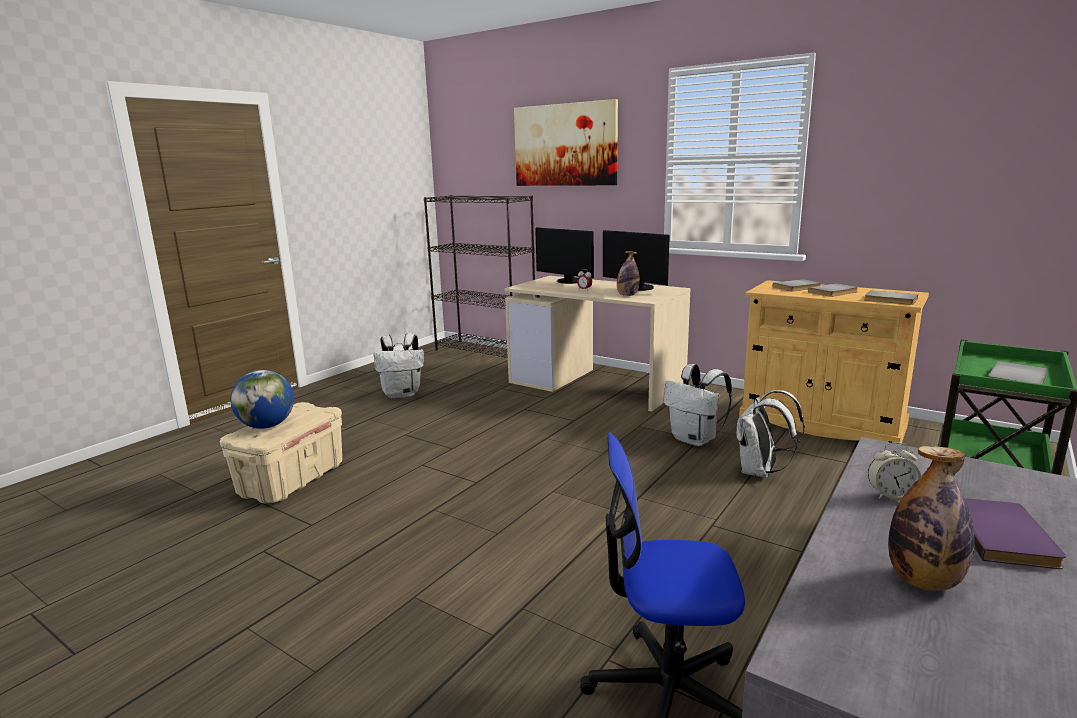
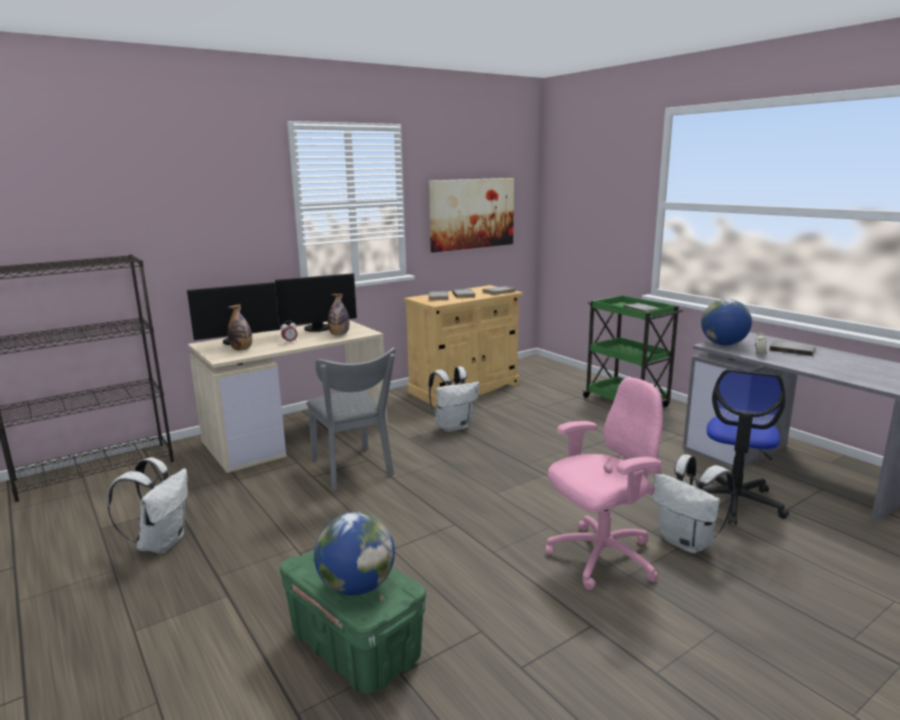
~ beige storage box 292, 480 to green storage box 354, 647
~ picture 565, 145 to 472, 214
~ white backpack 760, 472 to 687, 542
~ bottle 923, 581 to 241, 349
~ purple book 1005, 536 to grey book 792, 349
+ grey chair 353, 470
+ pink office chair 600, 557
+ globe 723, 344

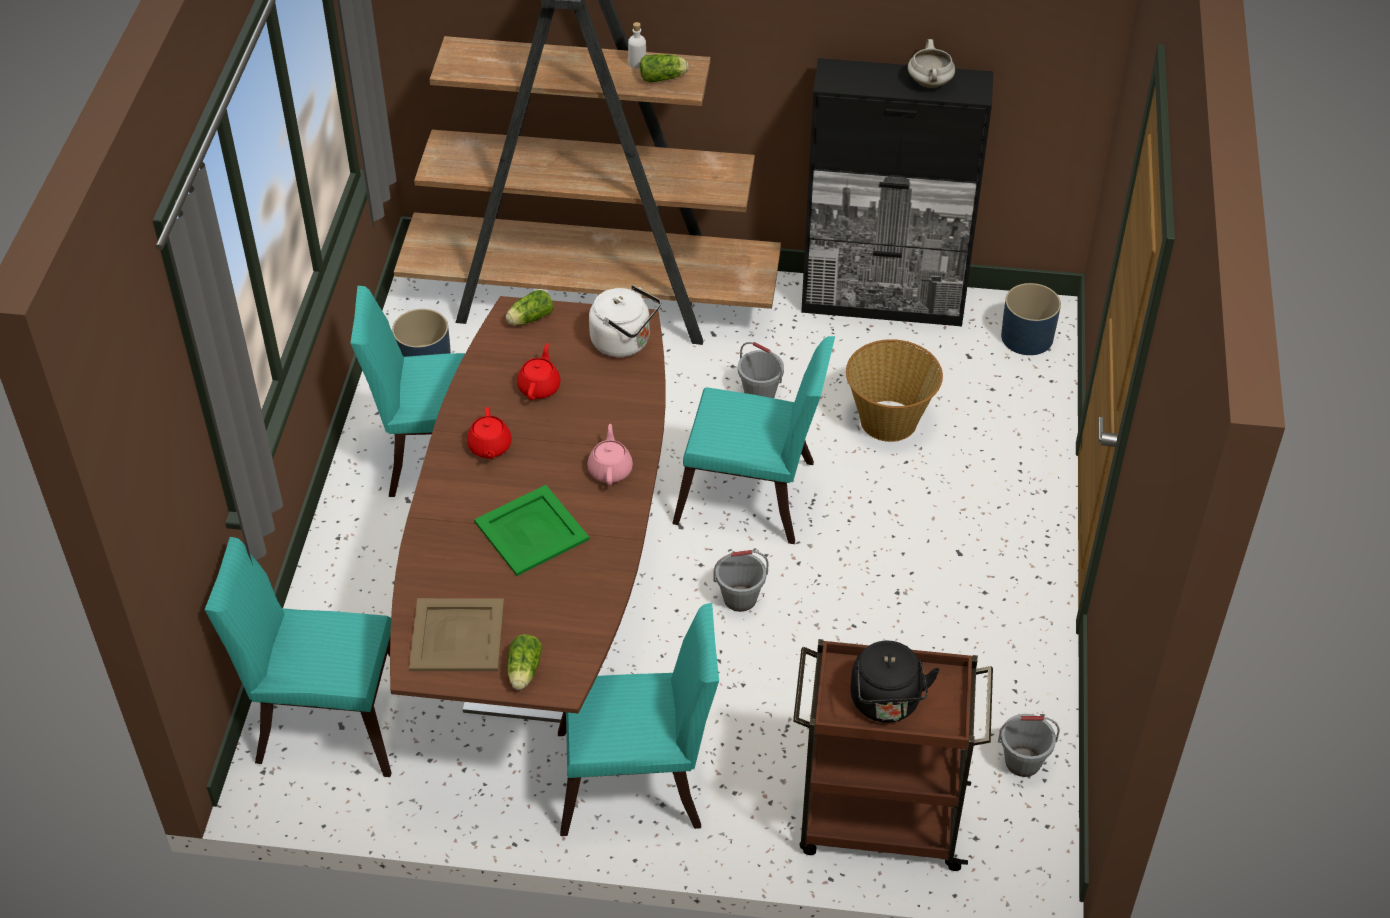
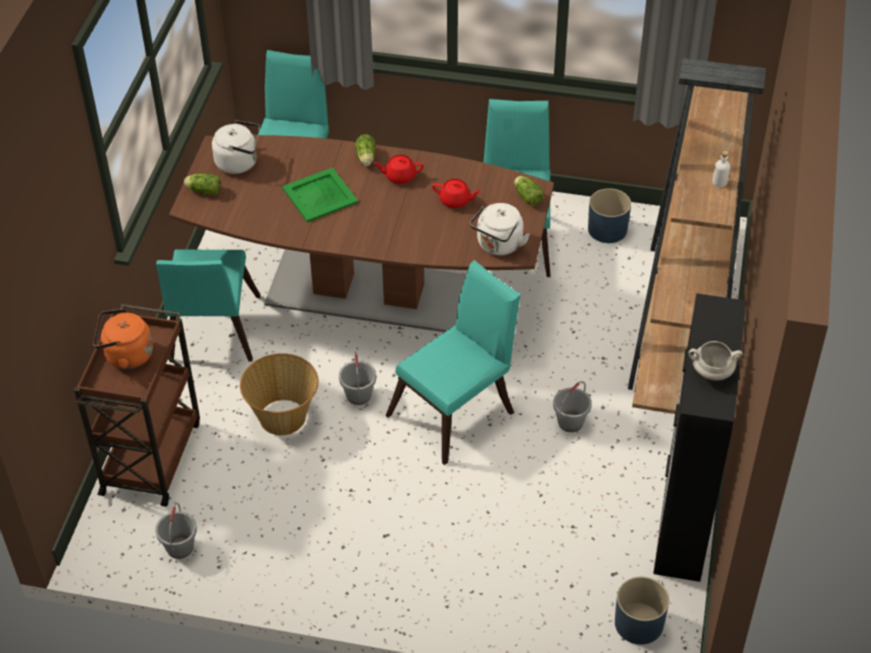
~ beige tray 458, 635 to white kettle 239, 162
- pink teapot 610, 470
~ lettuce 664, 78 to 366, 158
~ turquoise chair 754, 497 = 457, 410 150 degrees counterclockwise
~ basket 889, 420 to 283, 417
~ black kettle 886, 704 to orange kettle 126, 355

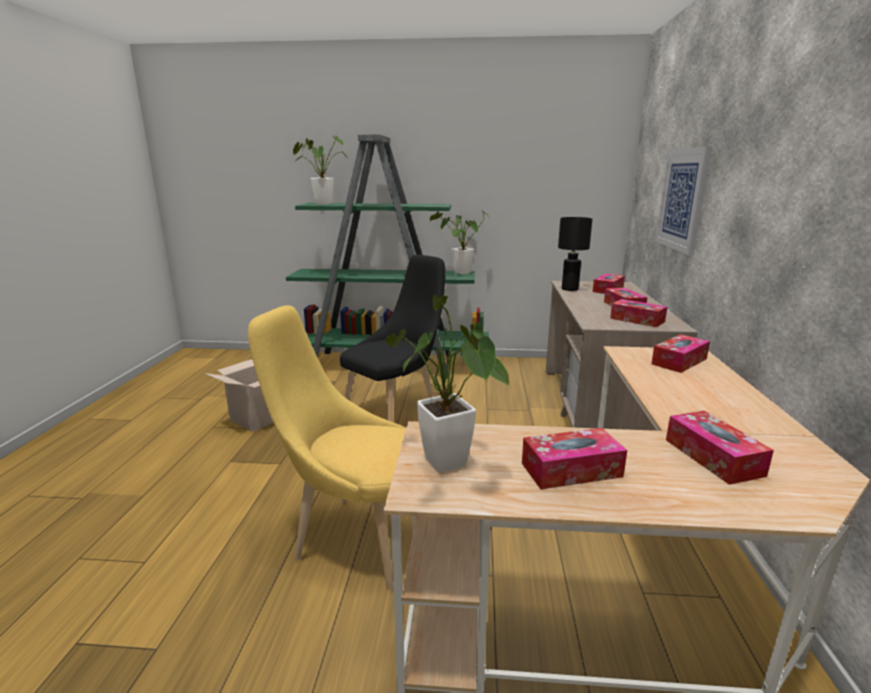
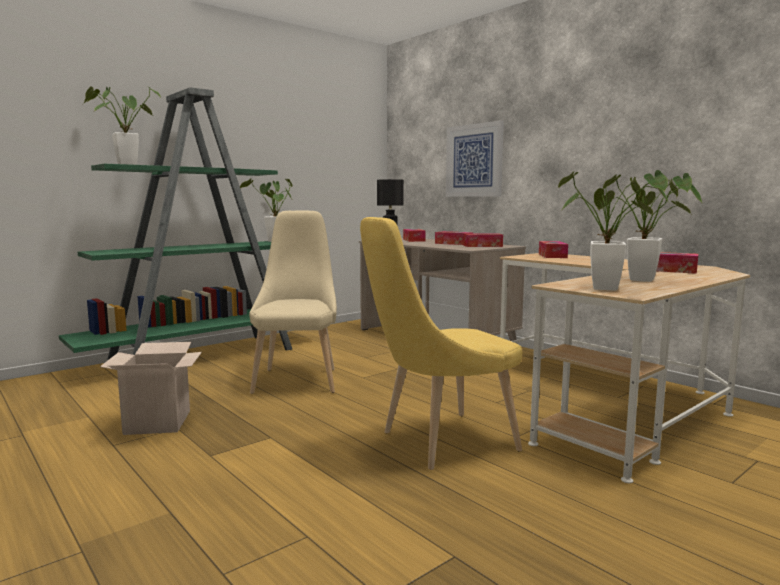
~ black chair 396, 413 to beige chair 298, 378
~ tissue box 571, 470 to potted plant 649, 280

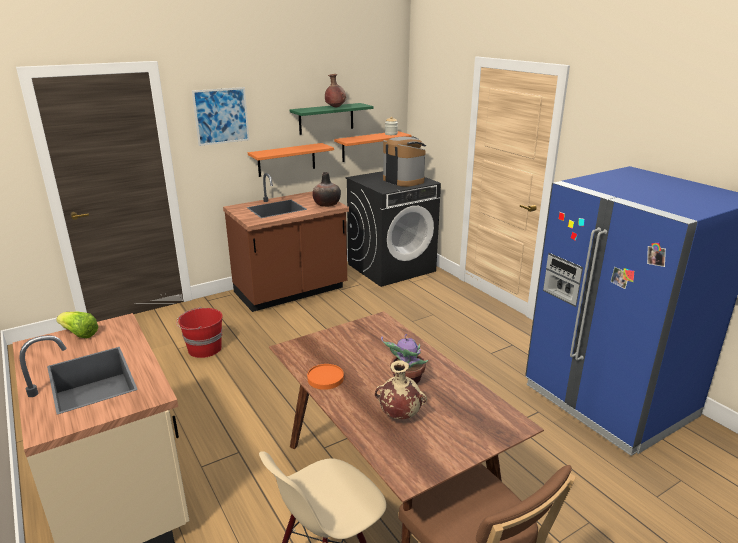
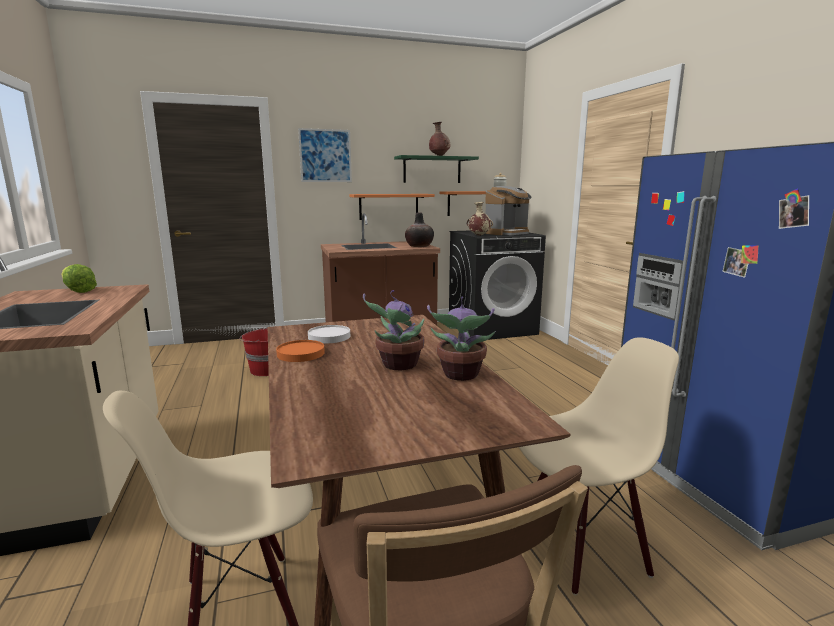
~ beige vase 399, 414 to 479, 235
~ coffee machine 403, 180 = 507, 233 75 degrees clockwise
+ white plate 329, 336
+ potted plant 460, 375
+ beige chair 580, 546

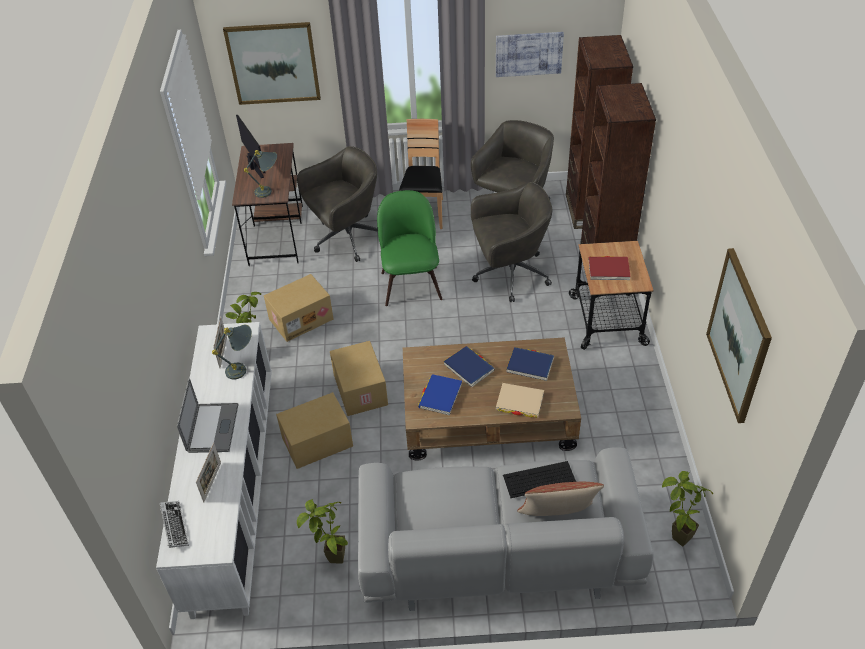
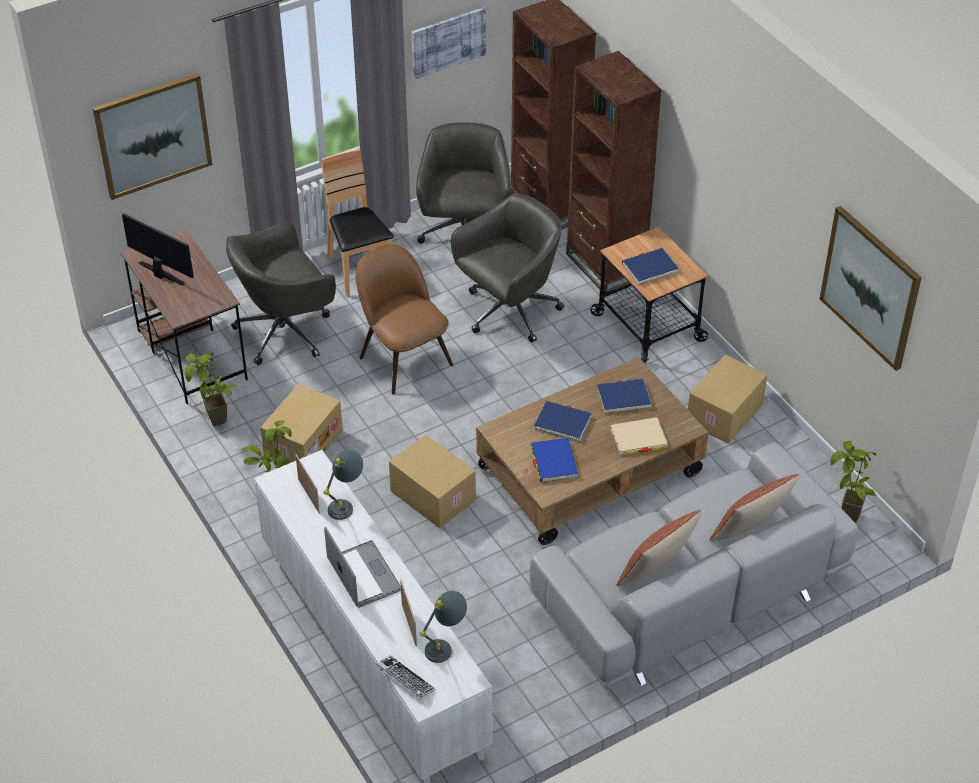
~ grey table lamp 269, 191 to 446, 646
~ cardboard box 317, 443 to 725, 414
~ grey office chair 347, 239 = 286, 331 150 degrees counterclockwise
~ potted plant 334, 563 to 217, 426
~ green chair 411, 283 to brown chair 404, 359
- keyboard 539, 480
~ red book 608, 270 to blue book 650, 268
+ pillow 656, 572

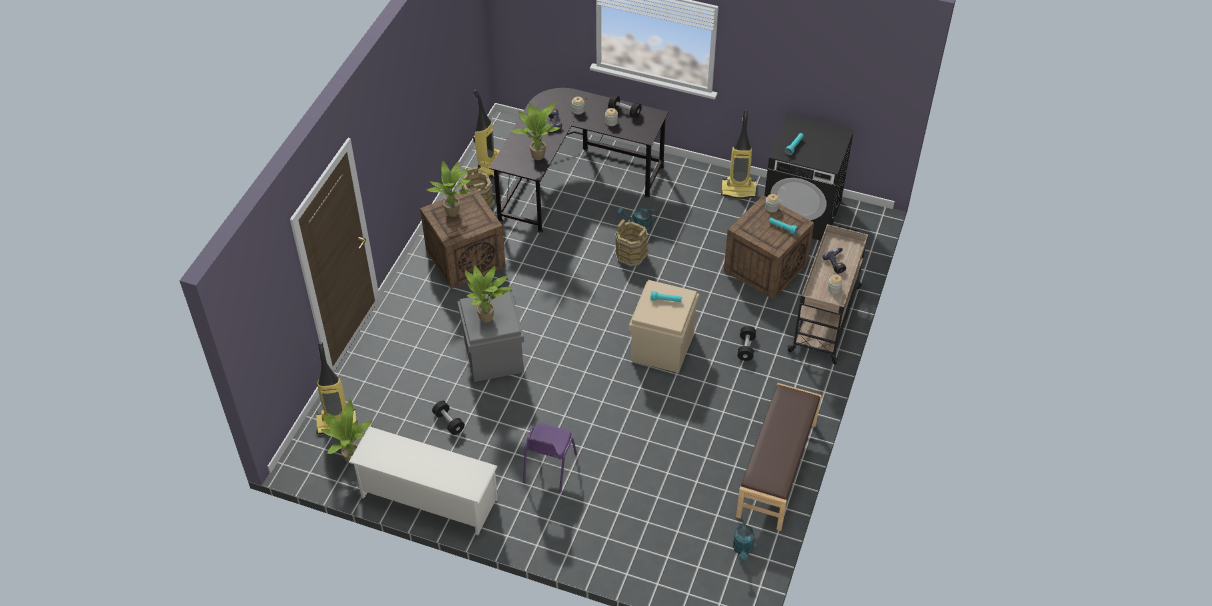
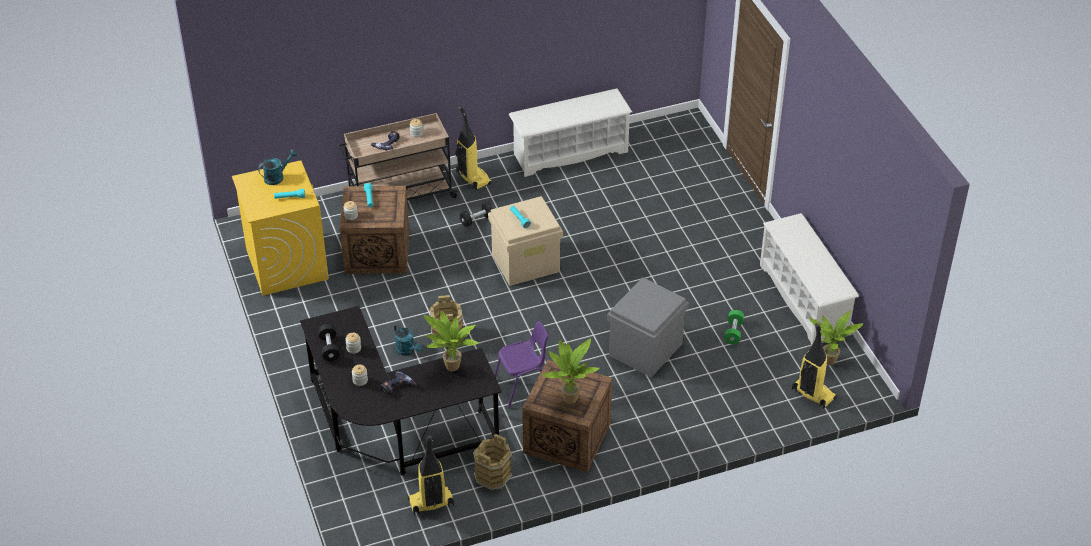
~ black dumbbell 449, 422 to green dumbbell 733, 332
- potted plant 488, 318
~ purple chair 548, 469 to 523, 387
~ vacuum cleaner 739, 189 to 473, 178
~ turquoise watering can 743, 549 to 277, 177
~ brown bench 777, 470 to white shoe rack 570, 153
~ black washing machine 802, 212 to yellow washing machine 286, 263

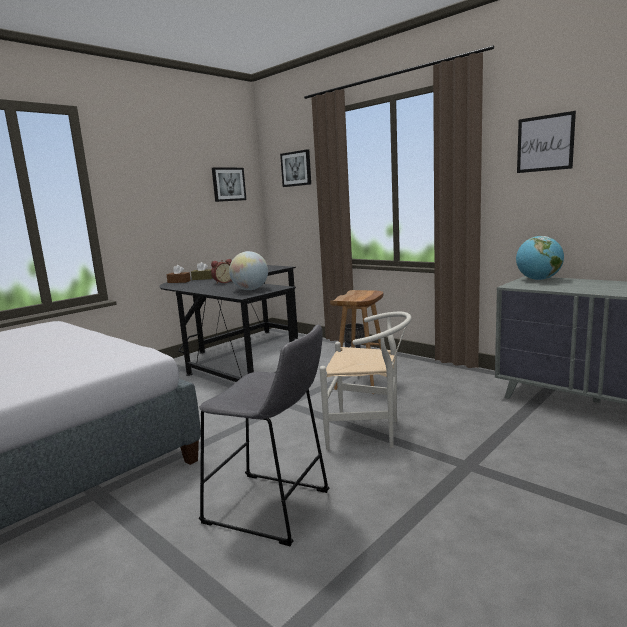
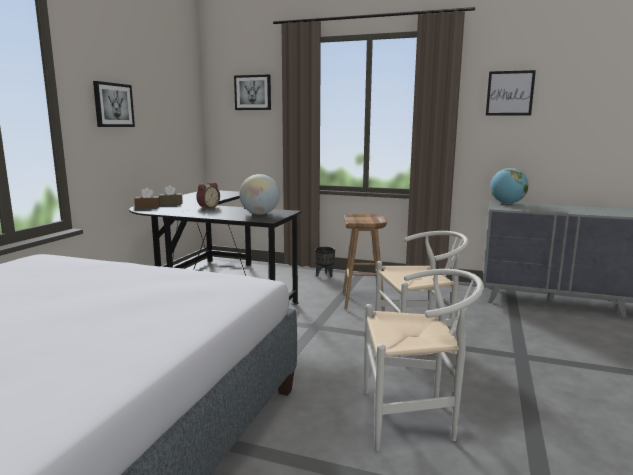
~ grey stool 273, 509 to white chair 415, 418
~ picture 228, 184 to 113, 105

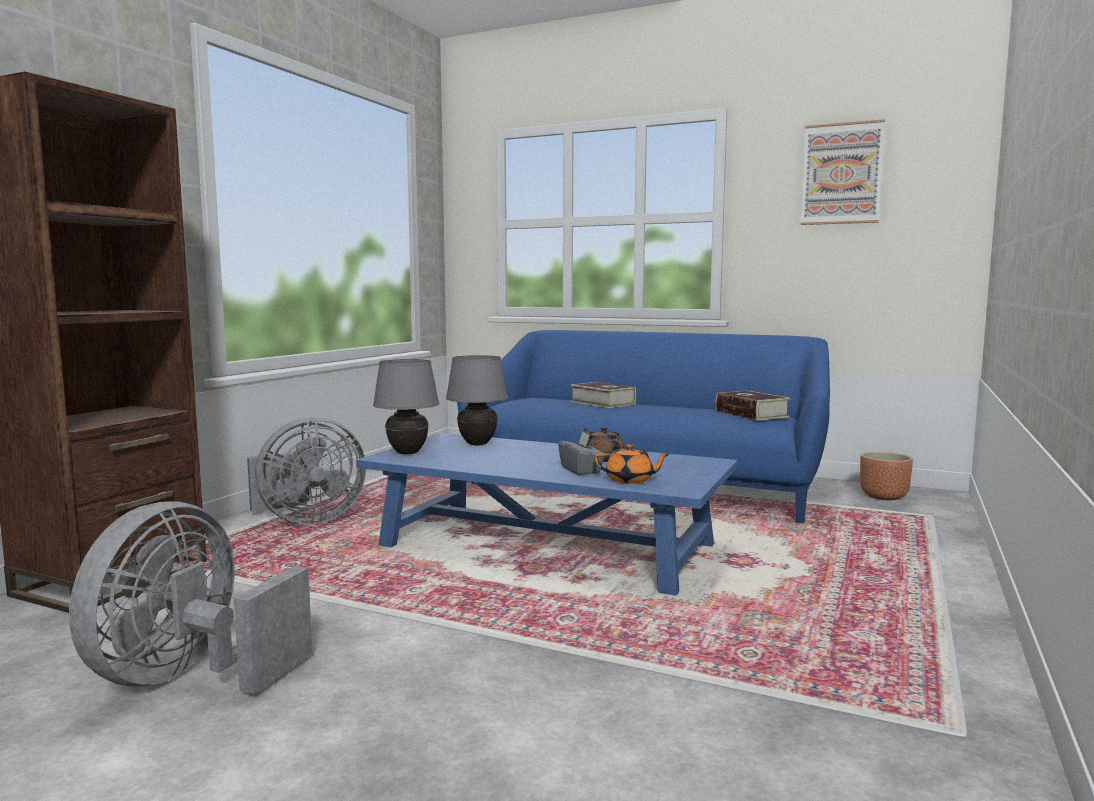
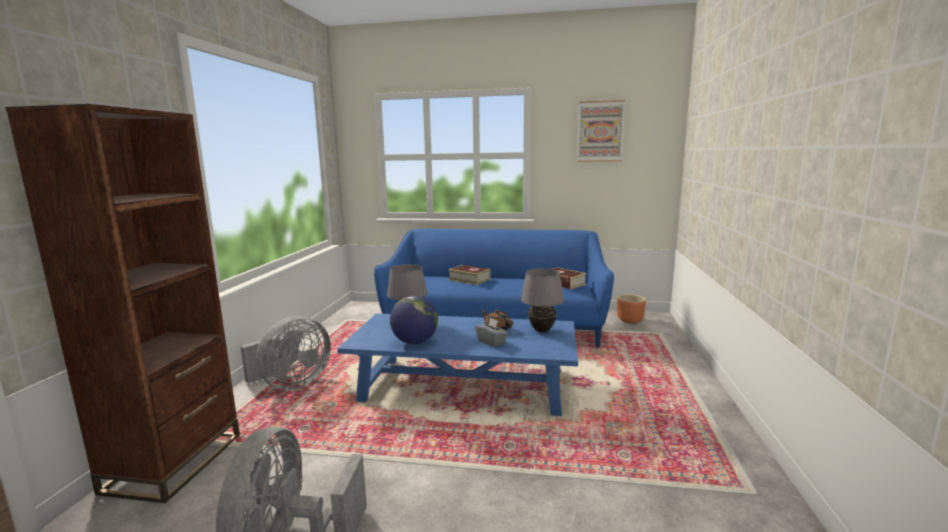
~ grey table lamp 408, 453 to 542, 330
- orange teapot 630, 480
+ globe 415, 342

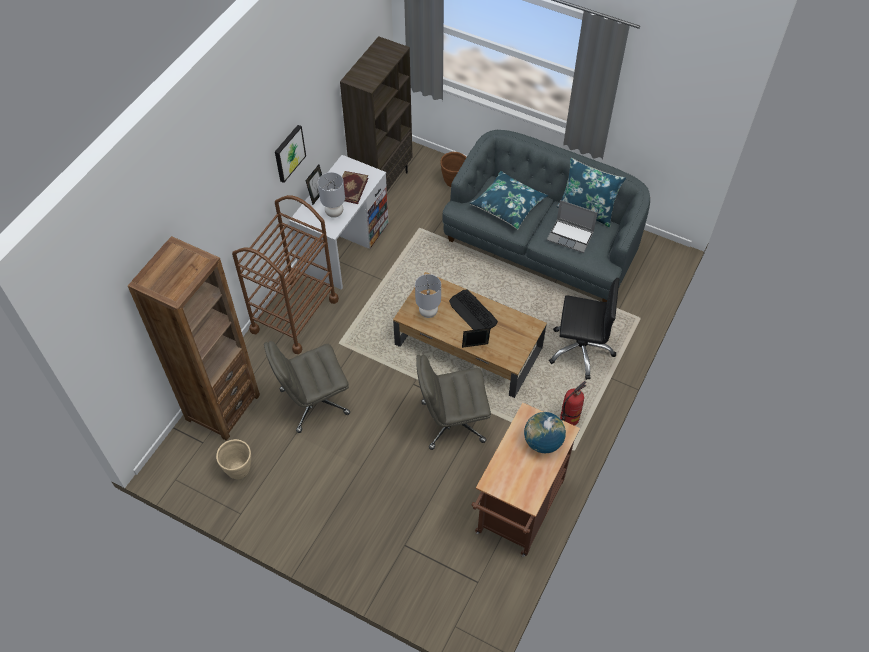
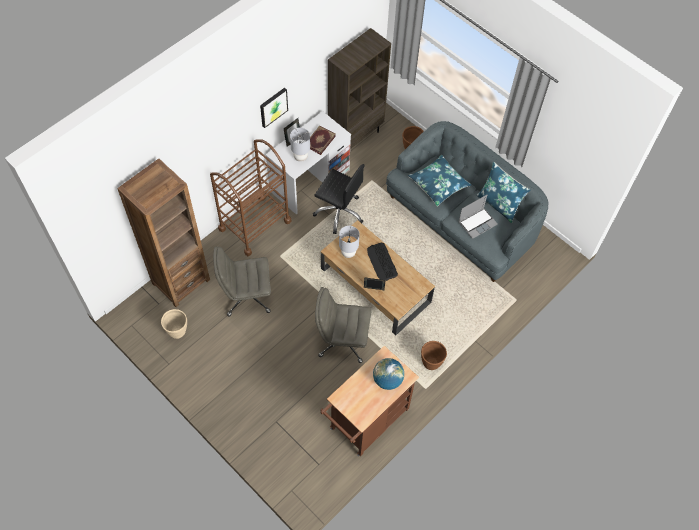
~ laptop 571, 236 = 477, 223 75 degrees counterclockwise
~ black office chair 580, 350 to 339, 212
~ fire extinguisher 569, 418 to brown planter 431, 363

